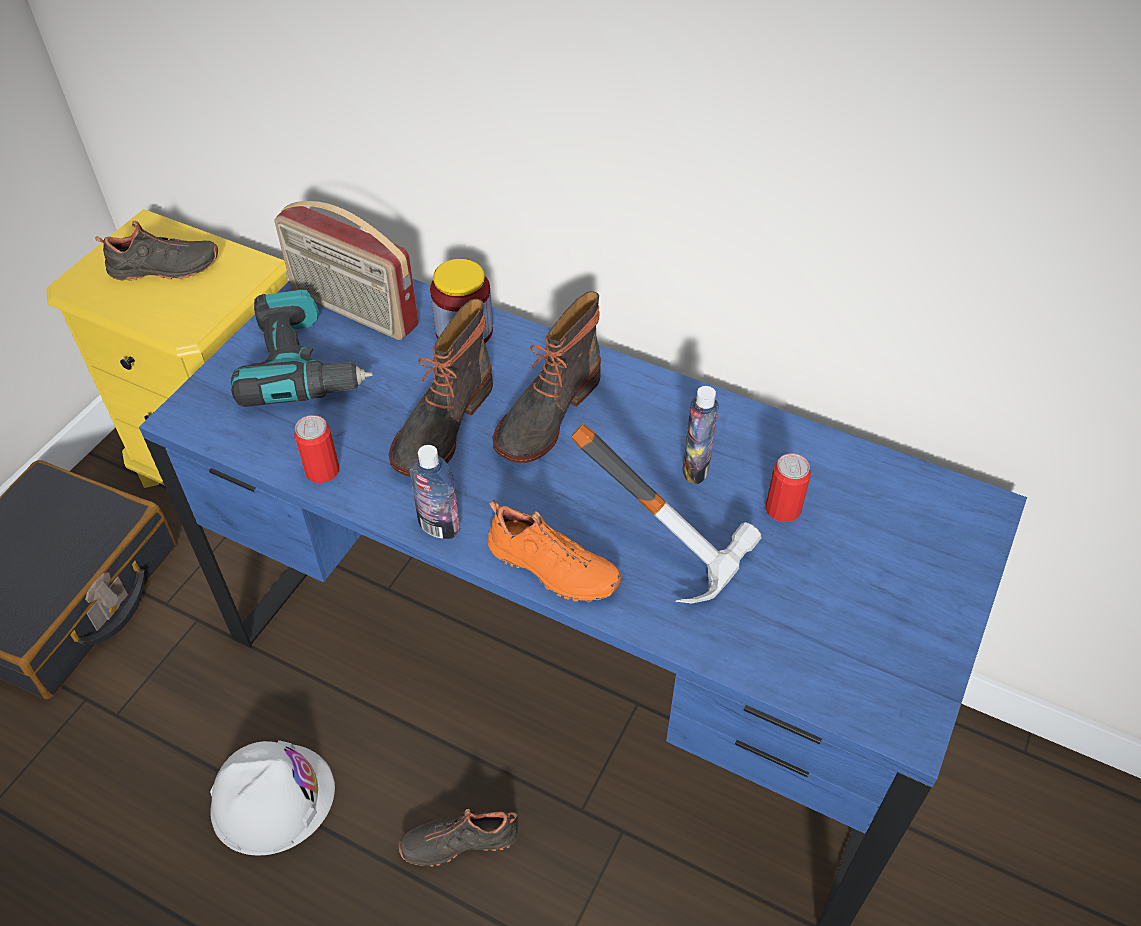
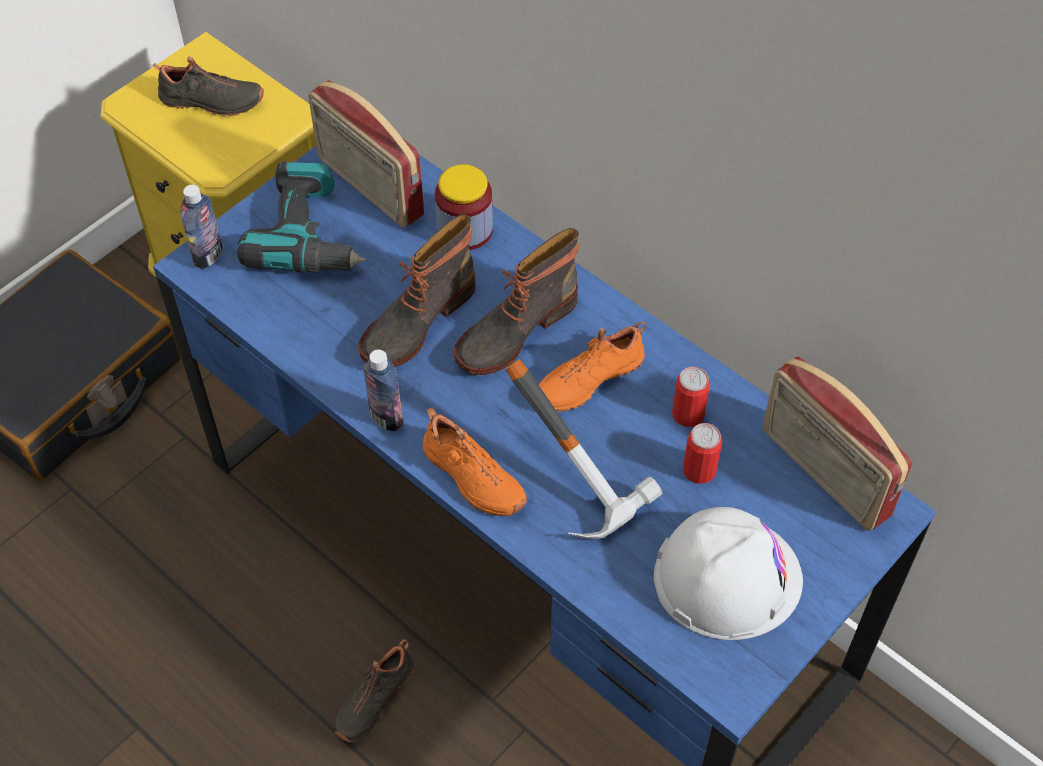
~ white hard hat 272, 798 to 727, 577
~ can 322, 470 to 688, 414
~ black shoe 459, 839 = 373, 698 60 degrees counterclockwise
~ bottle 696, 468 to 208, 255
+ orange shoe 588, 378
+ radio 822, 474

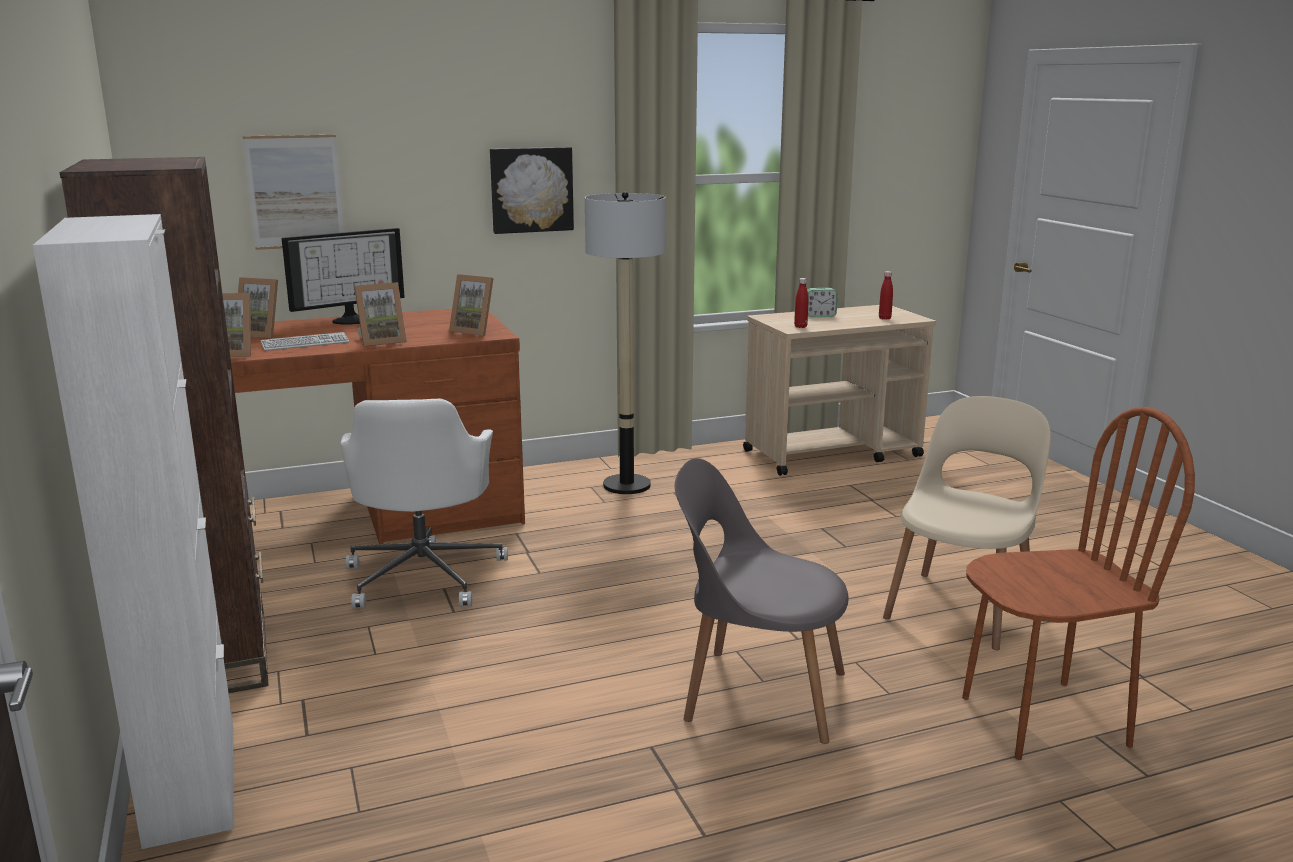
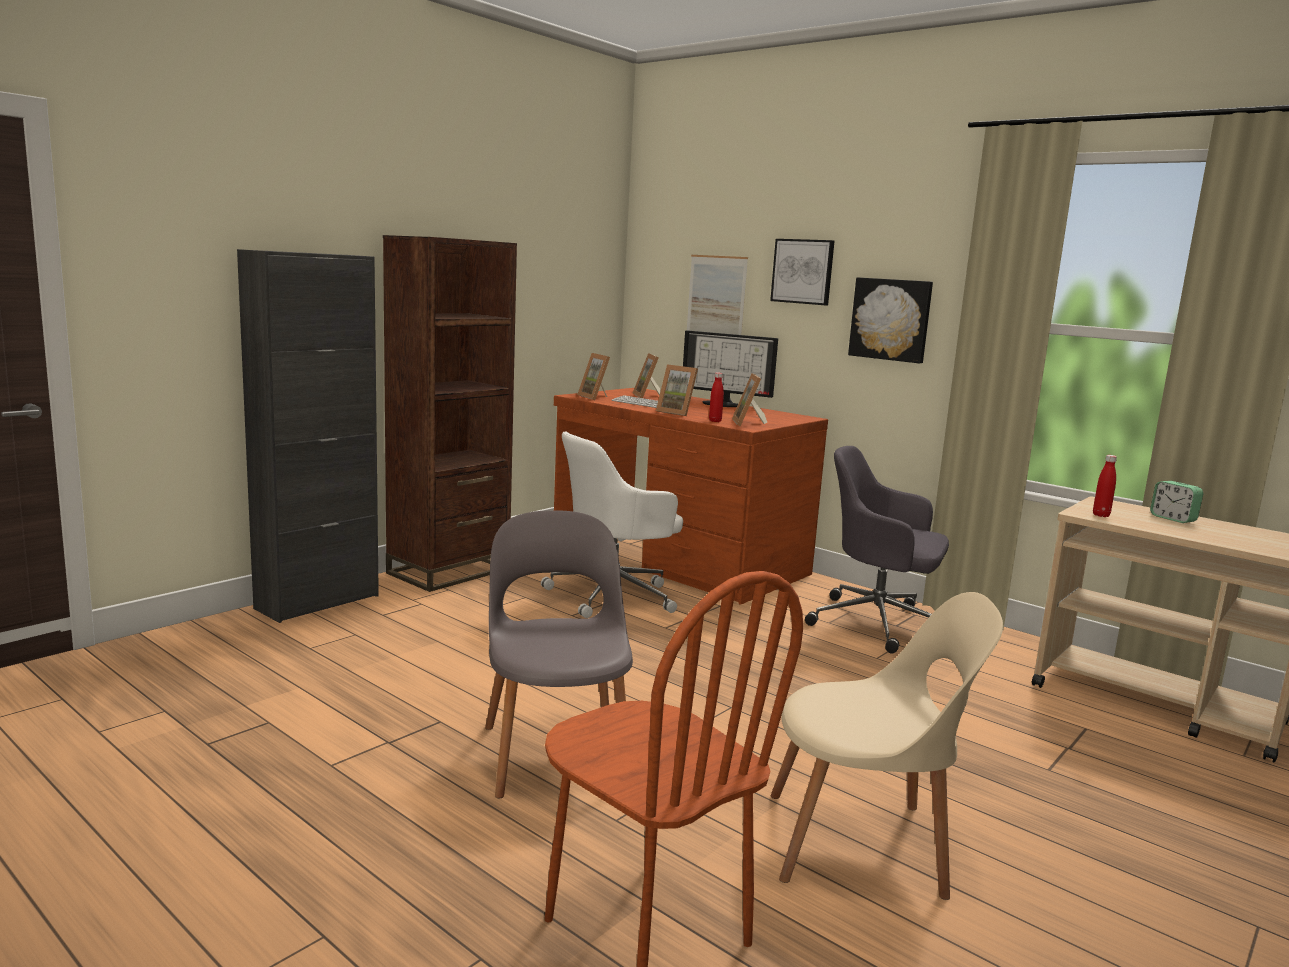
~ white cabinet 191, 783 to black cabinet 317, 602
~ floor lamp 626, 485 to grey office chair 877, 623
~ red bottle 884, 318 to 715, 421
+ picture 803, 271

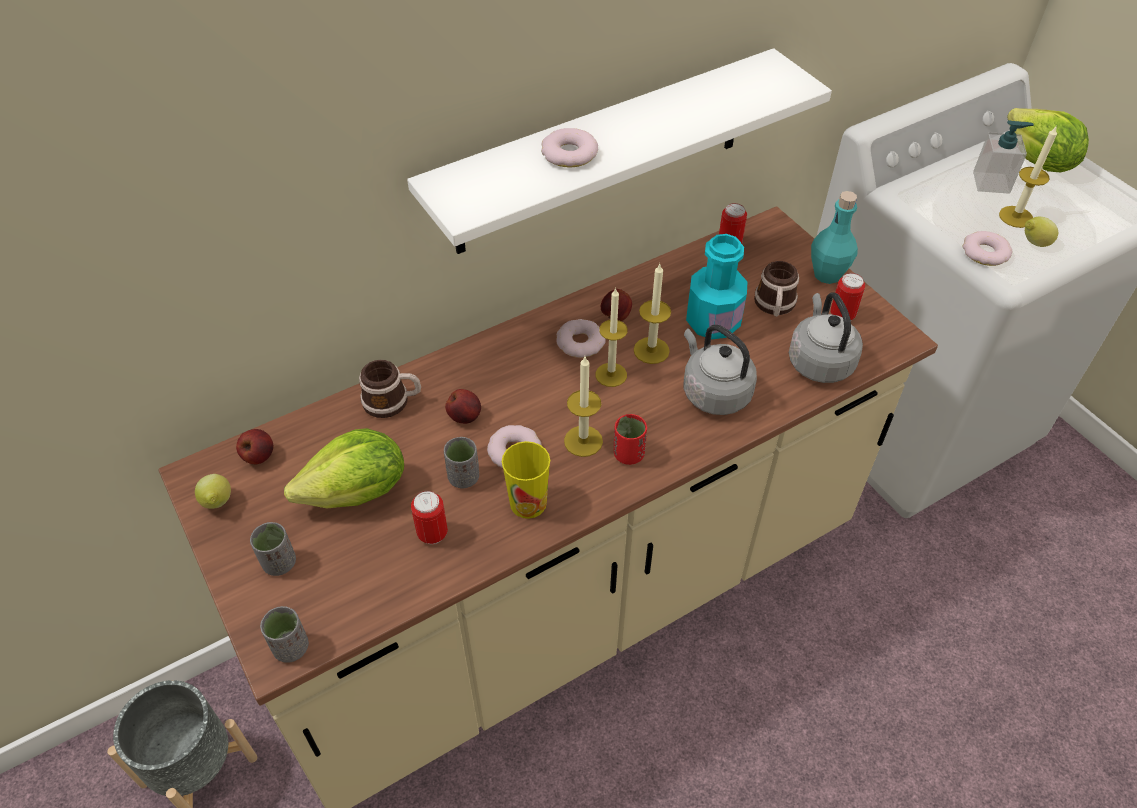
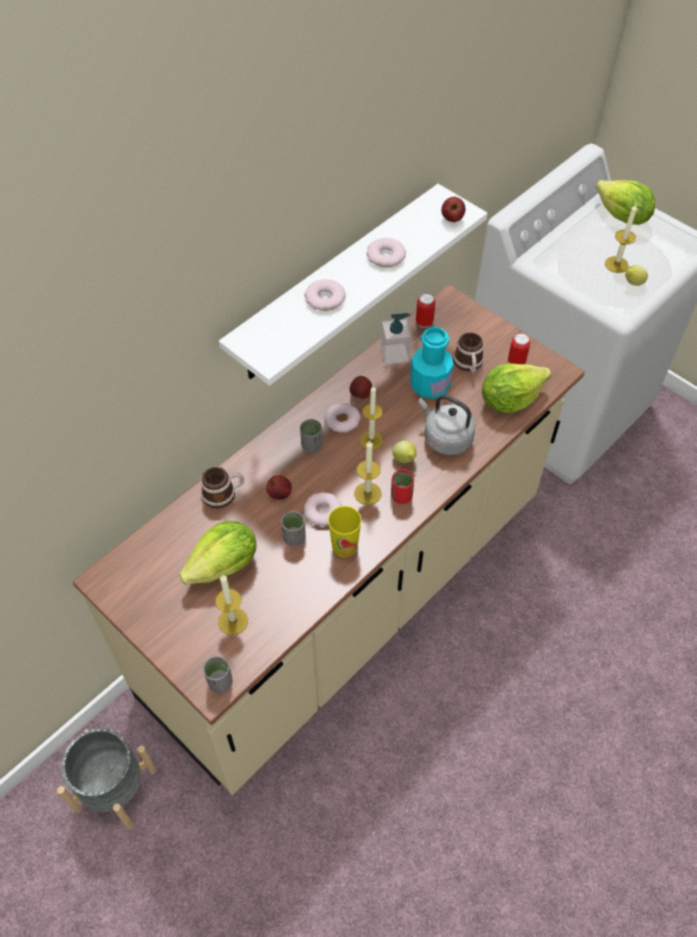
~ lemon 218, 504 to 404, 460
~ apple 258, 456 to 452, 218
~ grey cup 279, 563 to 311, 446
- can 432, 534
~ candle 651, 350 to 233, 621
~ grey kettle 819, 361 to lettuce 509, 400
- turquoise bottle 827, 274
~ donut 985, 253 to 385, 256
~ soap dispenser 991, 182 to 395, 354

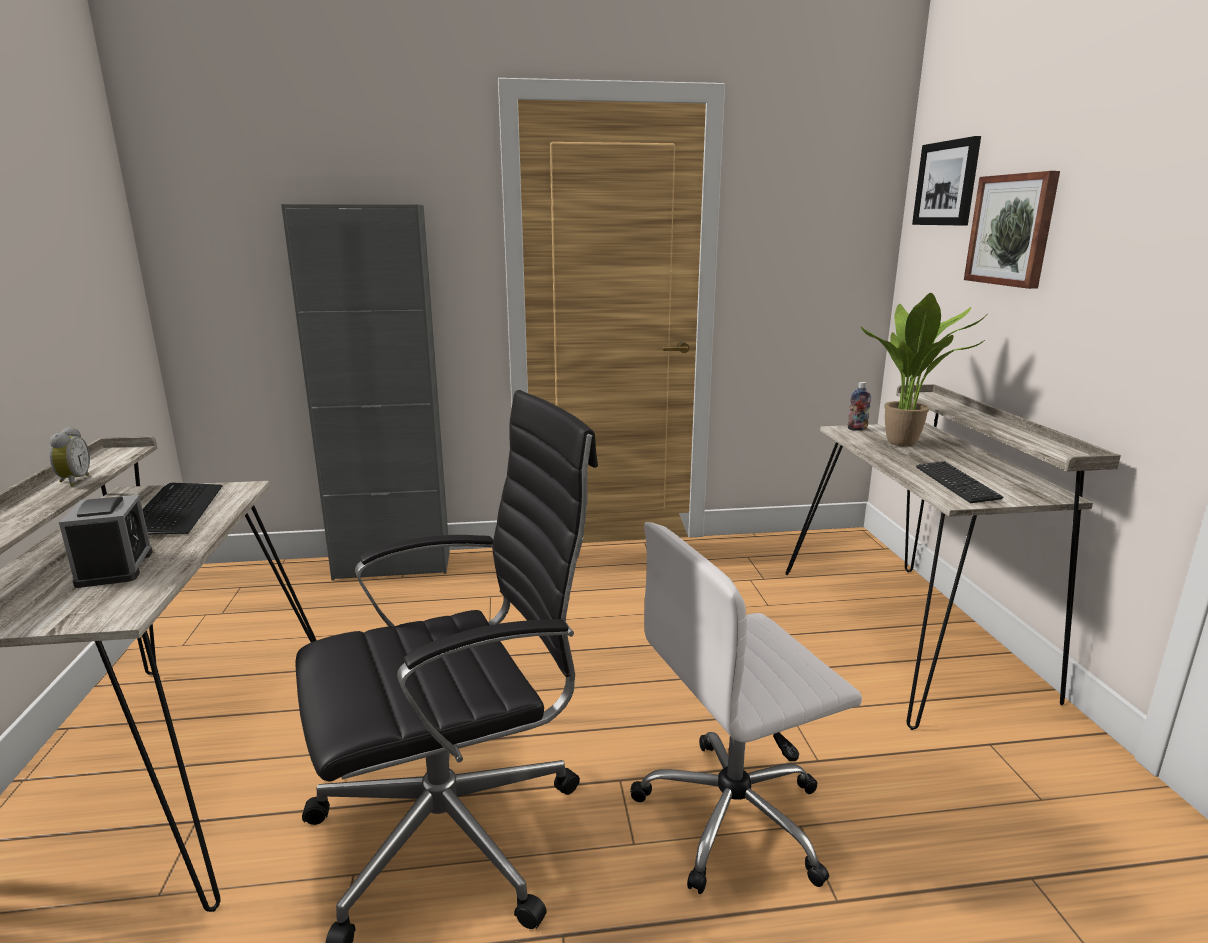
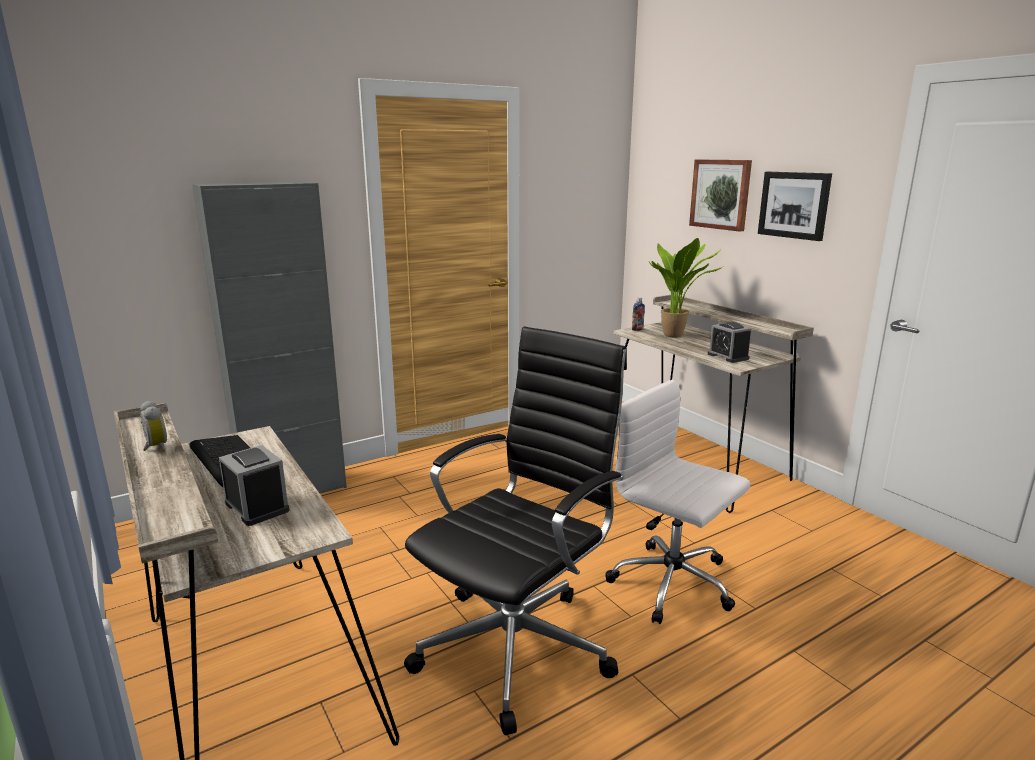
~ white office chair 735, 816 = 674, 584 90 degrees clockwise
~ picture 947, 183 to 794, 205
~ keyboard 956, 484 to alarm clock 728, 356

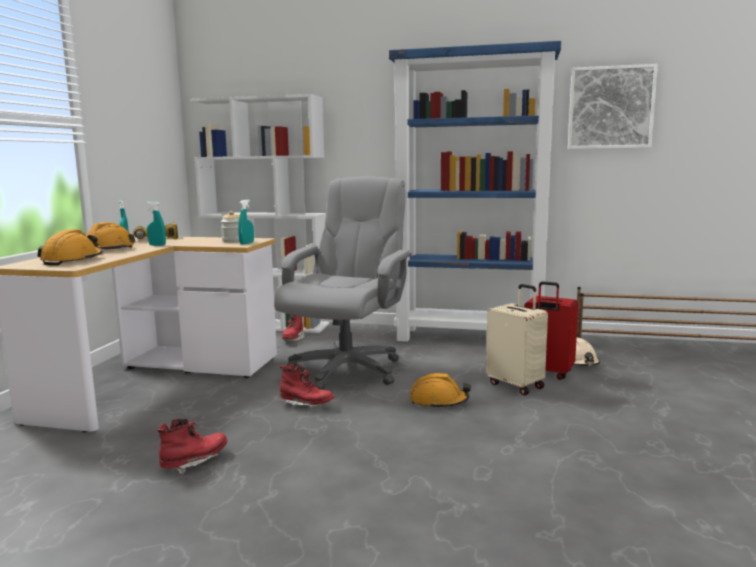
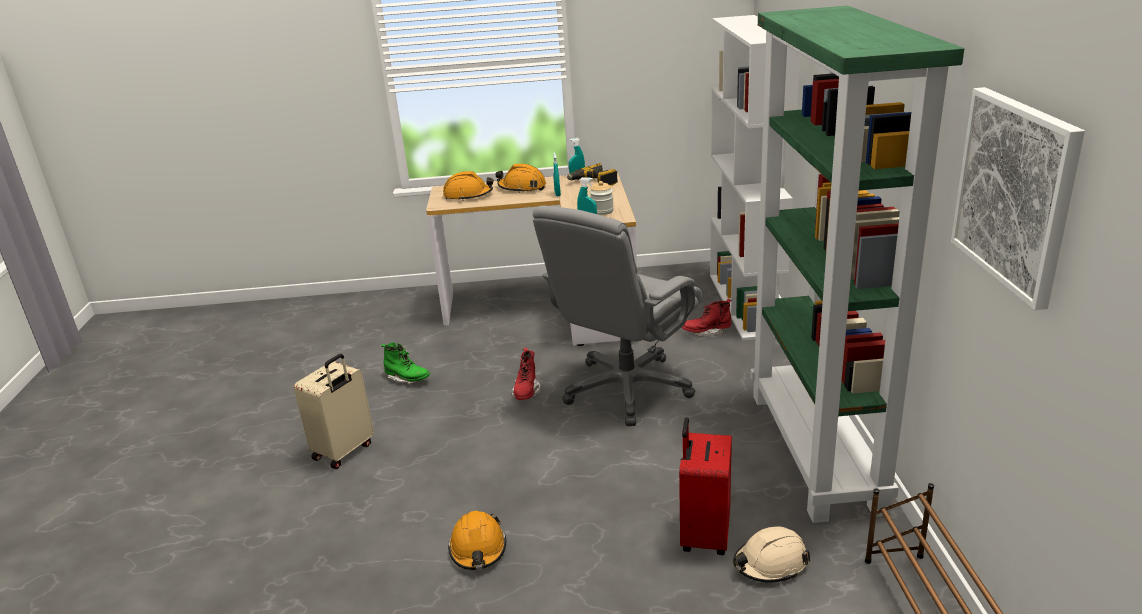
~ red boot 194, 462 to green boot 407, 379
~ grey office chair 346, 370 = 627, 389 120 degrees clockwise
~ blue bookcase 470, 337 to green bookcase 816, 451
~ orange hard hat 438, 401 to 478, 549
~ beige suitcase 516, 385 to 344, 451

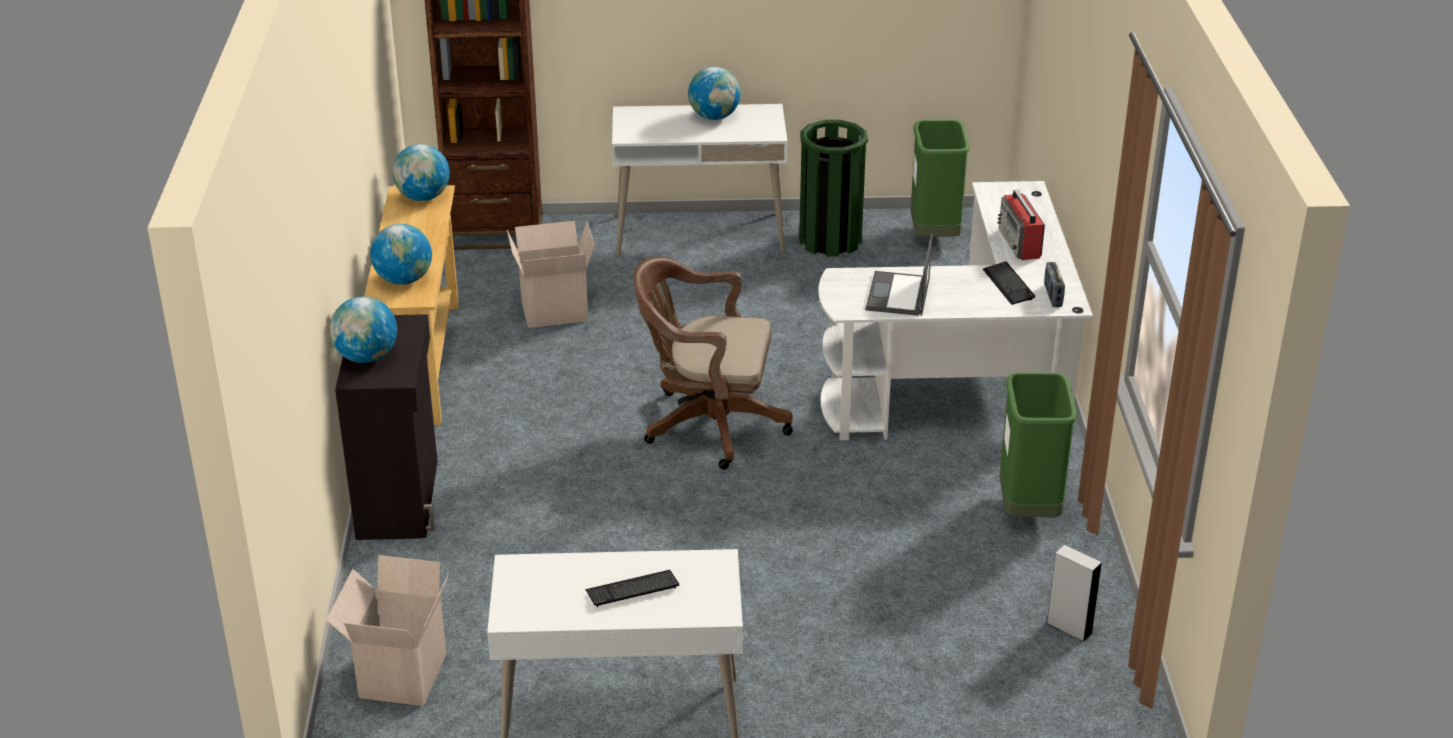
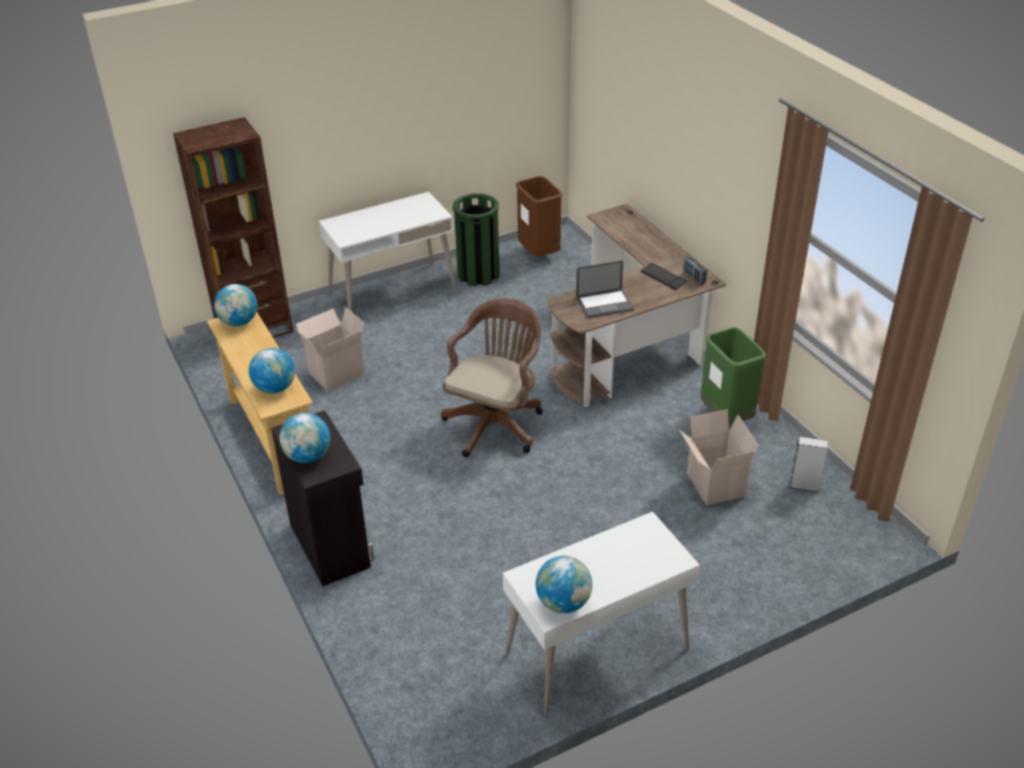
~ cardboard box 400, 674 to 713, 484
- keyboard 632, 589
~ brown office chair 707, 425 = 496, 423 135 degrees clockwise
~ globe 714, 117 to 563, 603
~ white desk 968, 383 to brown desk 631, 345
~ laptop 898, 295 = 605, 303 90 degrees counterclockwise
~ green trash can 934, 236 to brown trash can 539, 254
- radio 1020, 243

